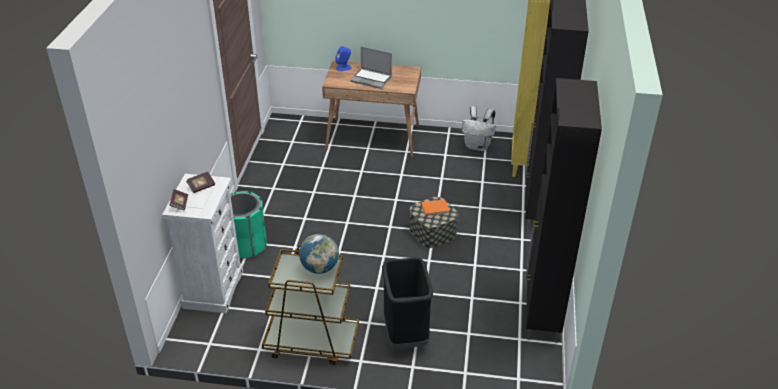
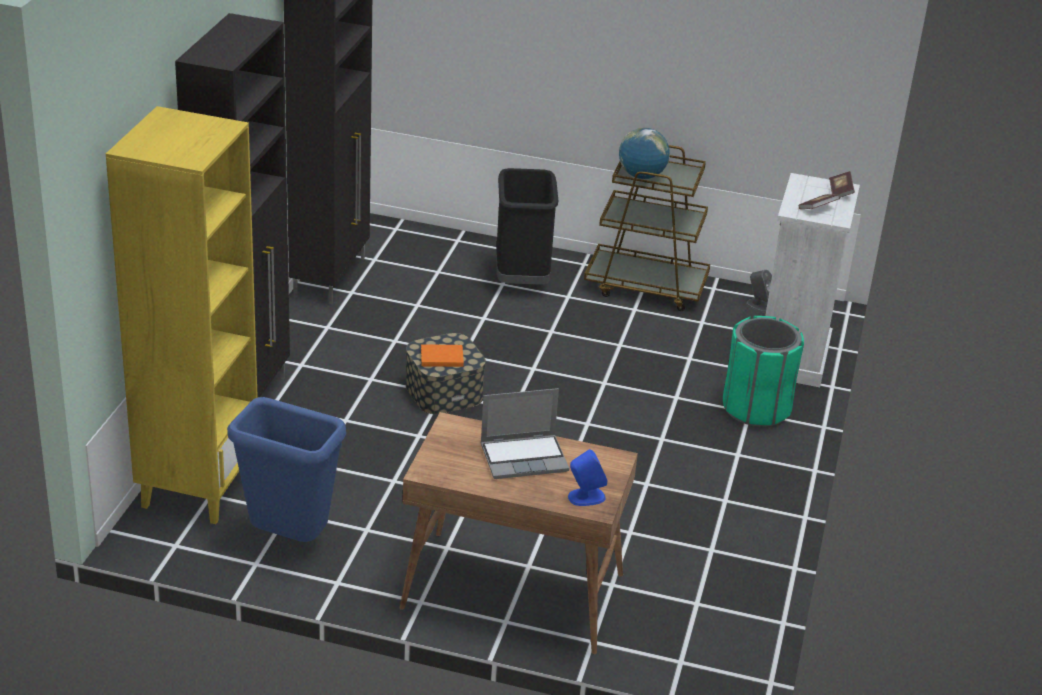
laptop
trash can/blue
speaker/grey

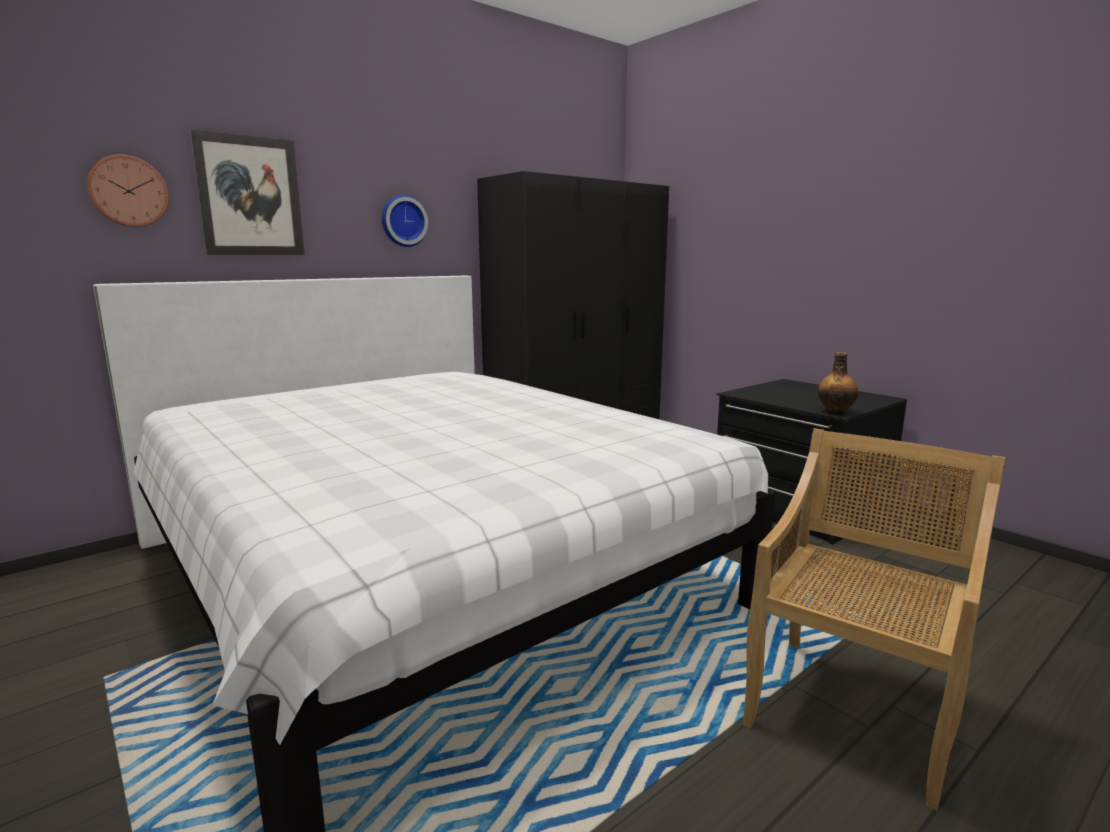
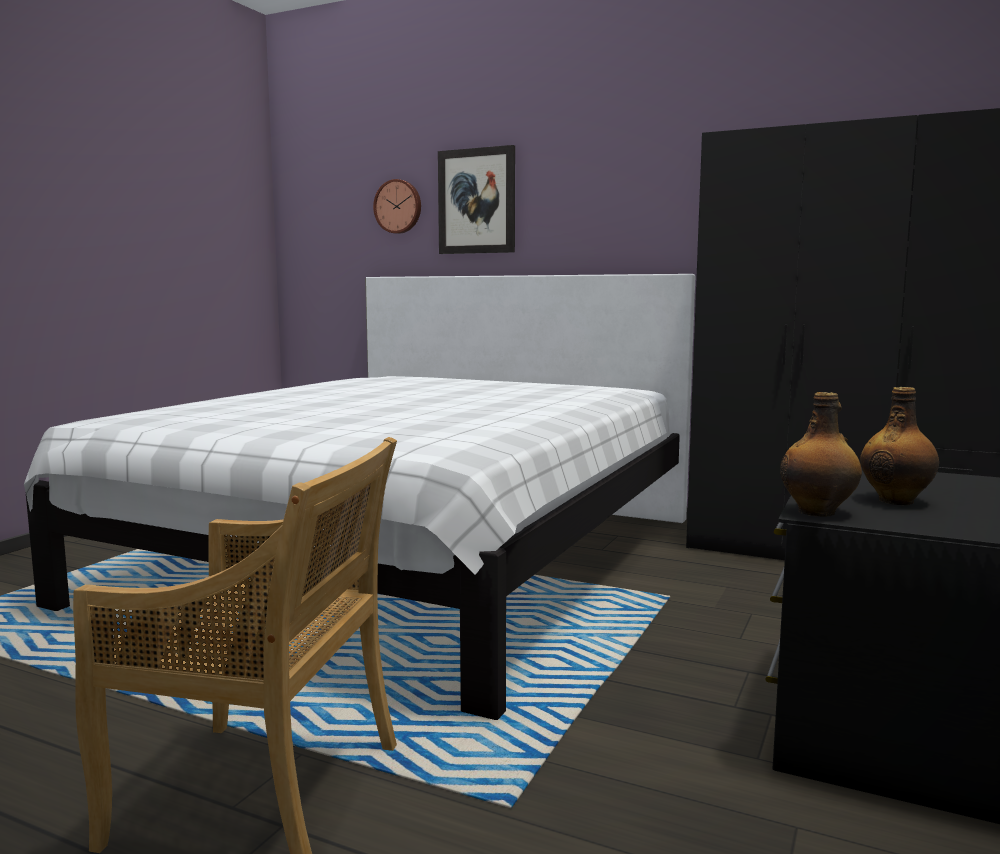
wall clock (no. 2 from left in the first image)
bottle (no. 2 from left)

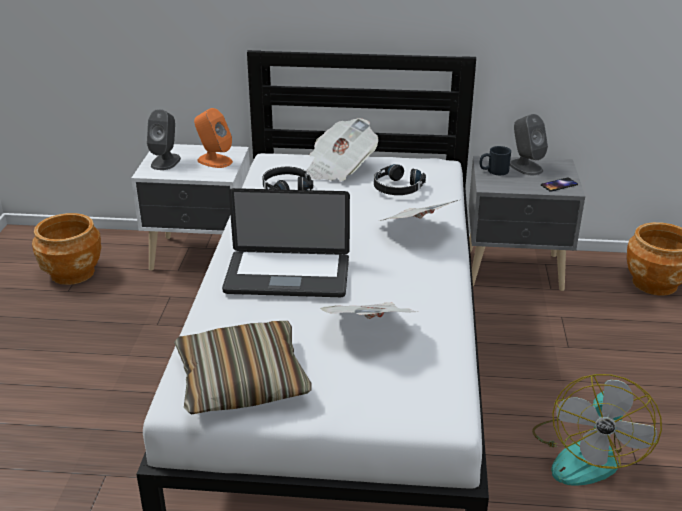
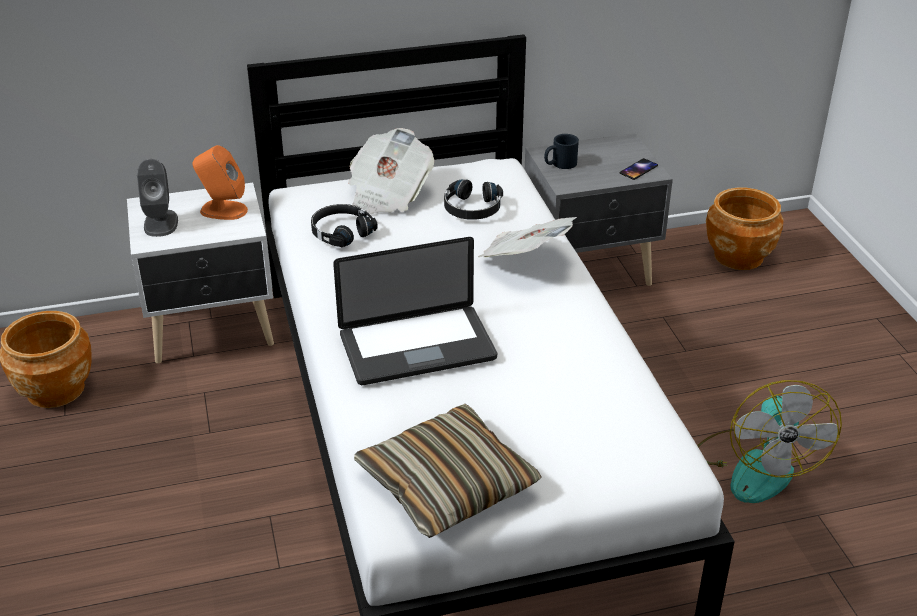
speaker/grey (no. 2 from left in the first image)
newspaper (no. 2 from left in the first image)

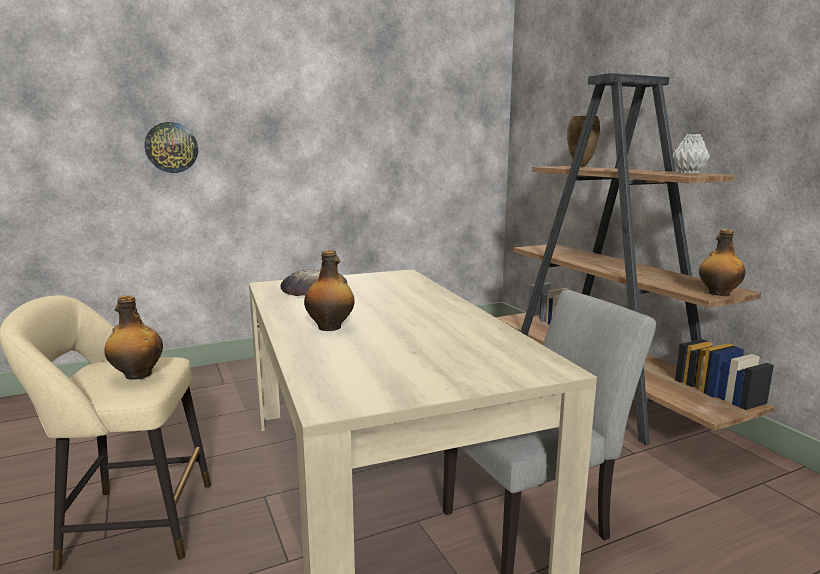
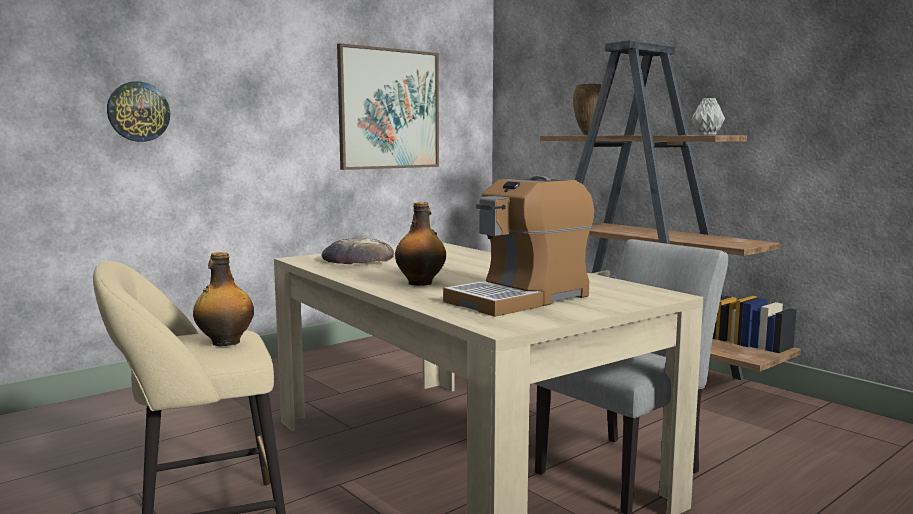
bottle (no. 3 from left in the first image)
picture
coffee machine

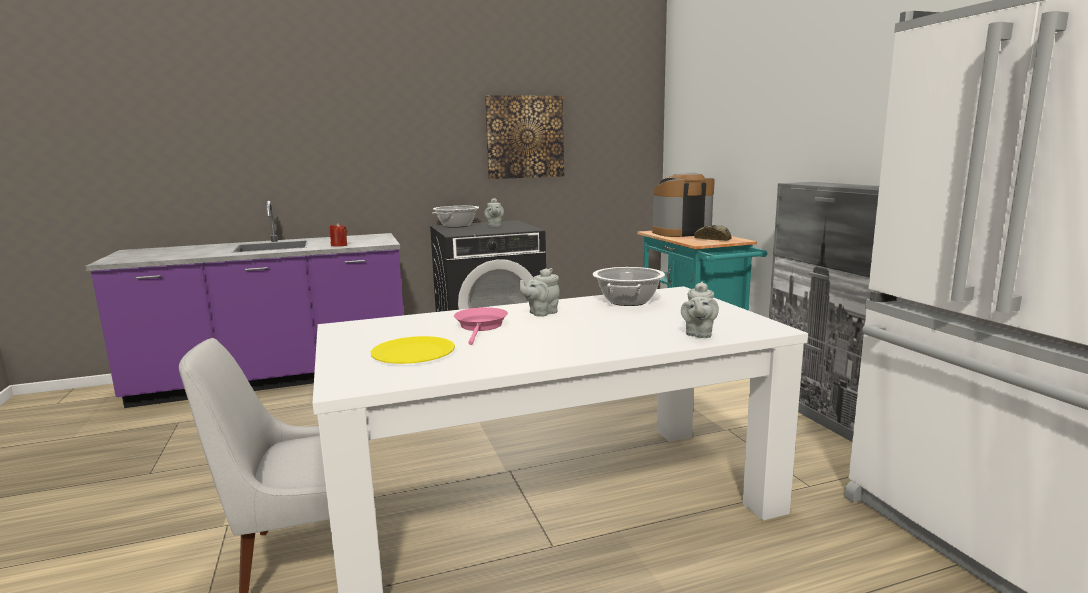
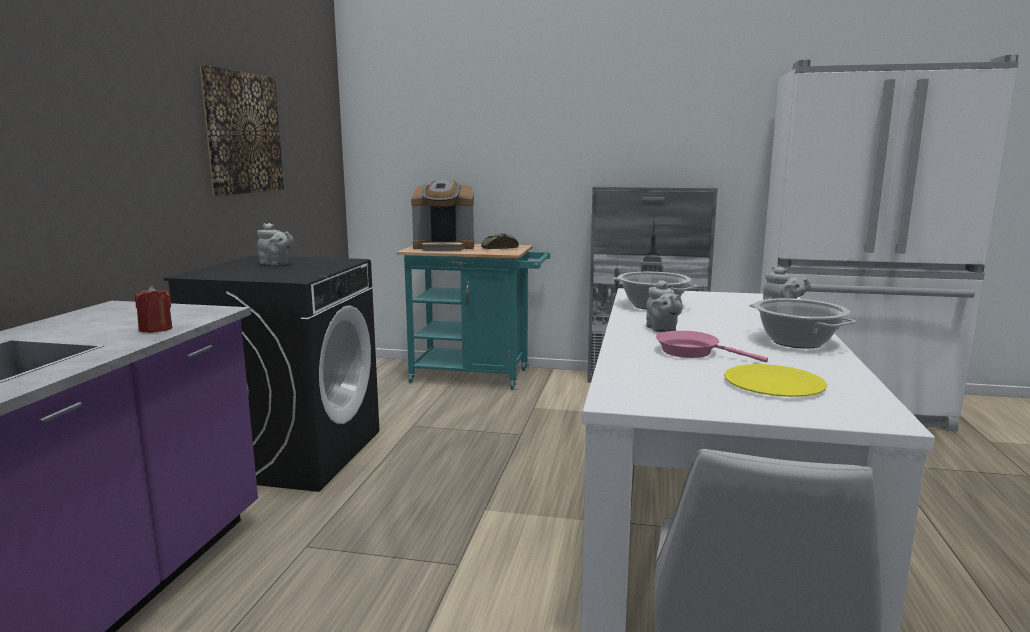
coffee machine
cooking pot (no. 2 from left)

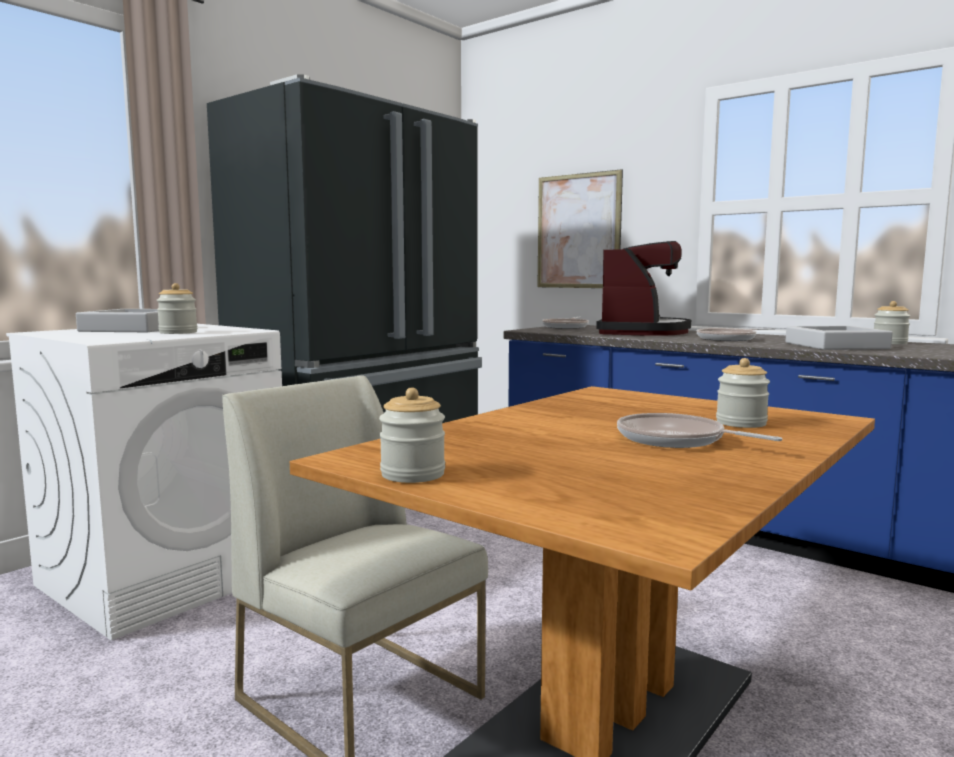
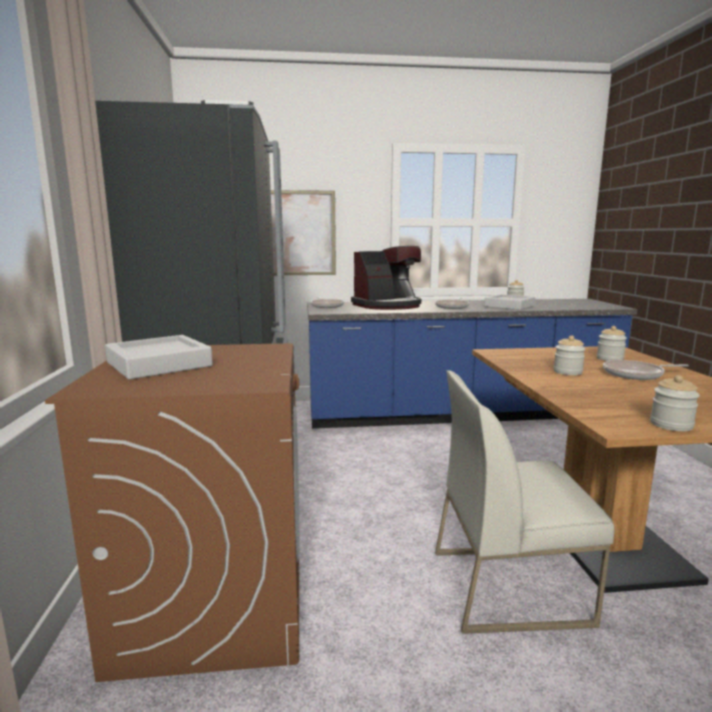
coffee machine
jar (no. 2 from left)
washing machine/brown

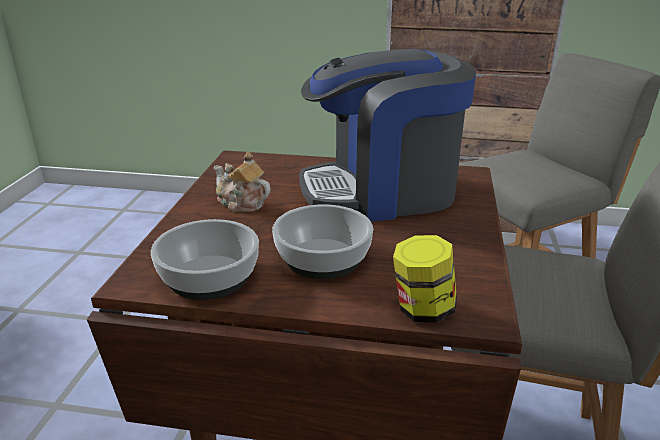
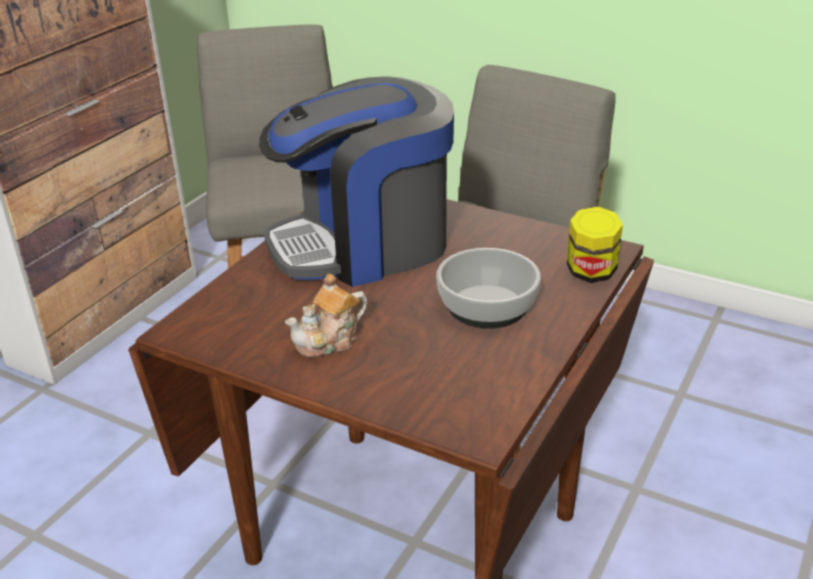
coffee machine
bowl (no. 1 from left in the first image)

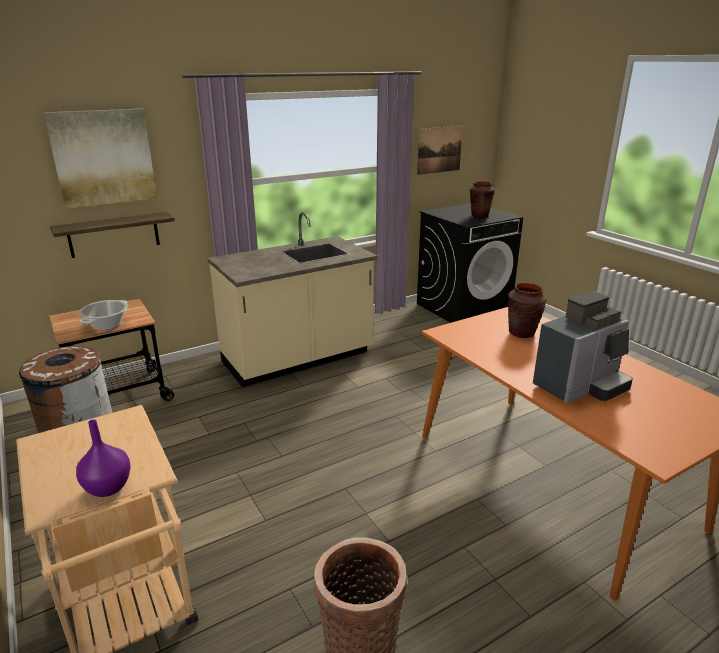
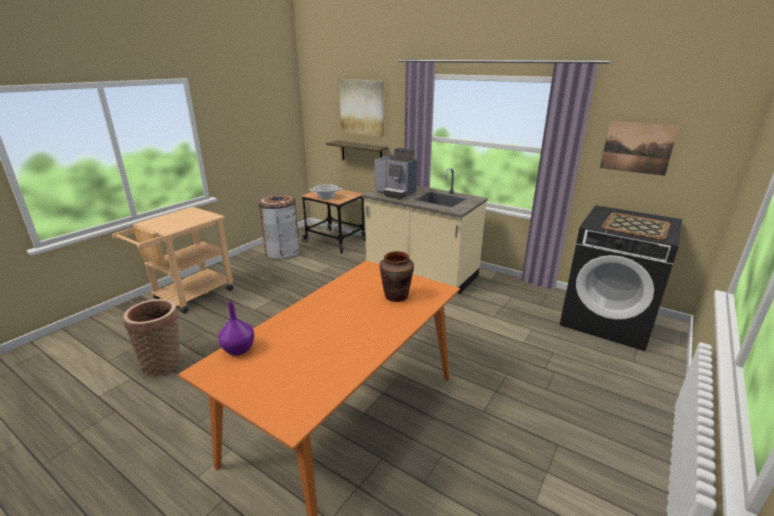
tray
coffee machine
vase/purple

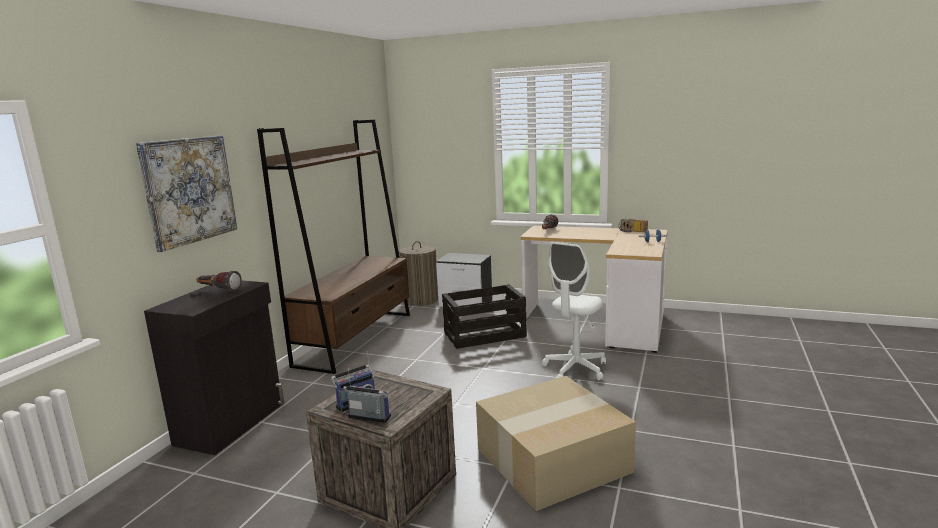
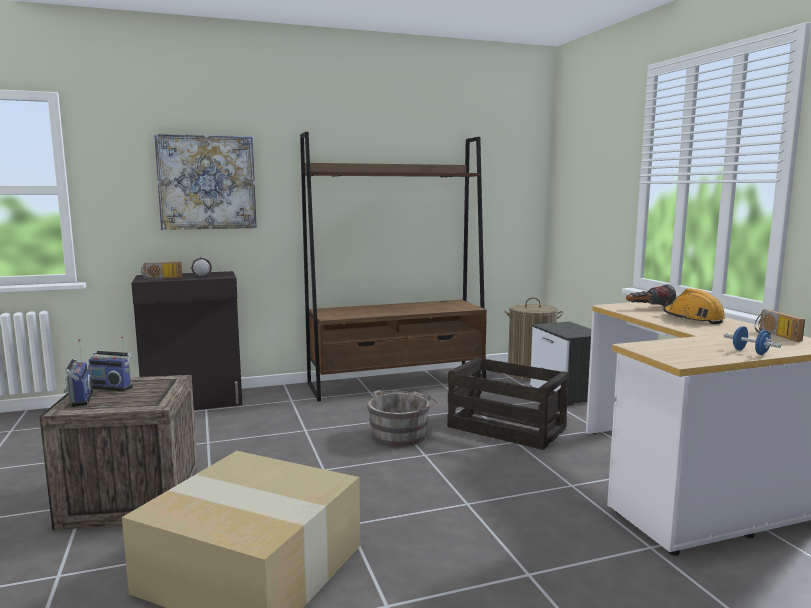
office chair/white
radio (no. 3 from left)
hard hat/orange
bucket/grey

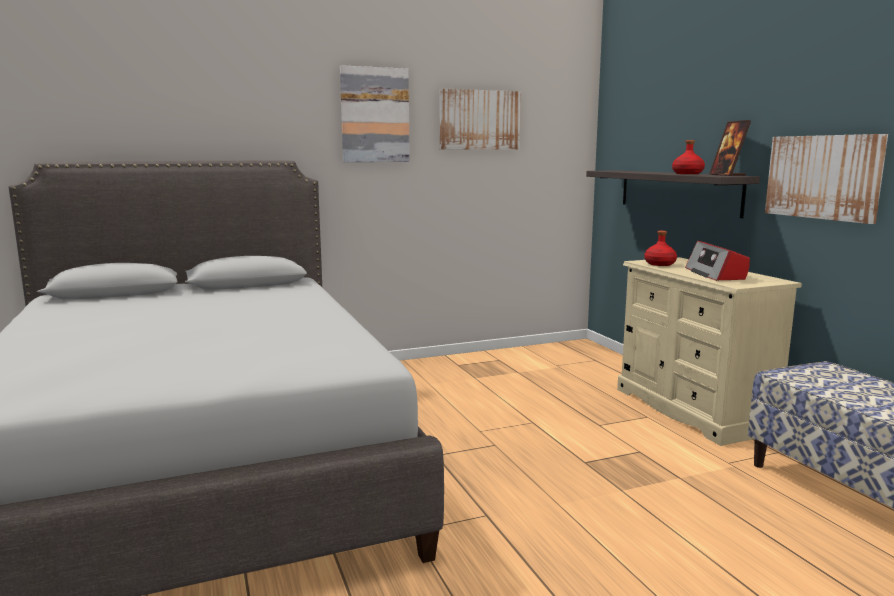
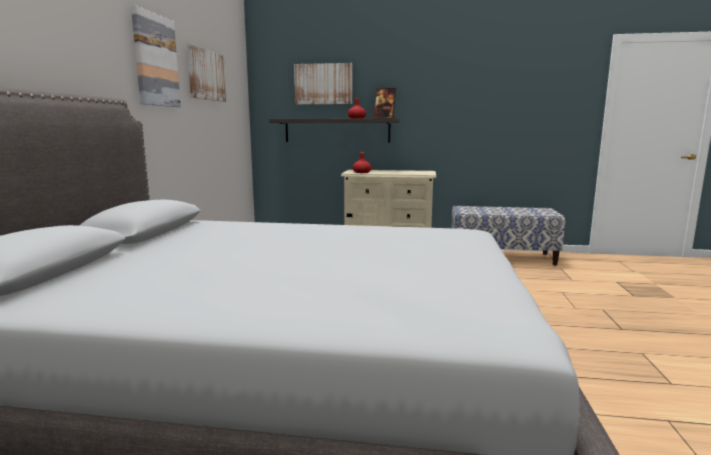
picture (no. 3 from left)
radio

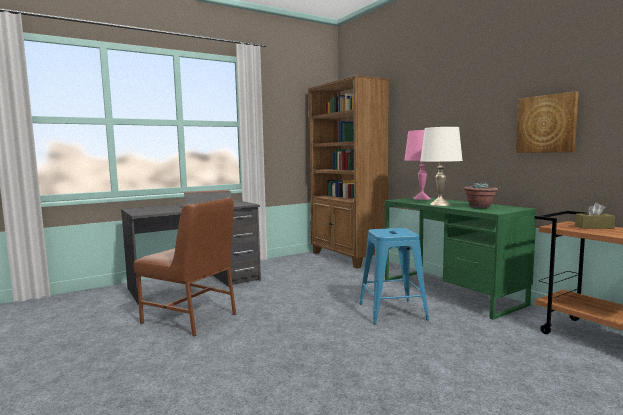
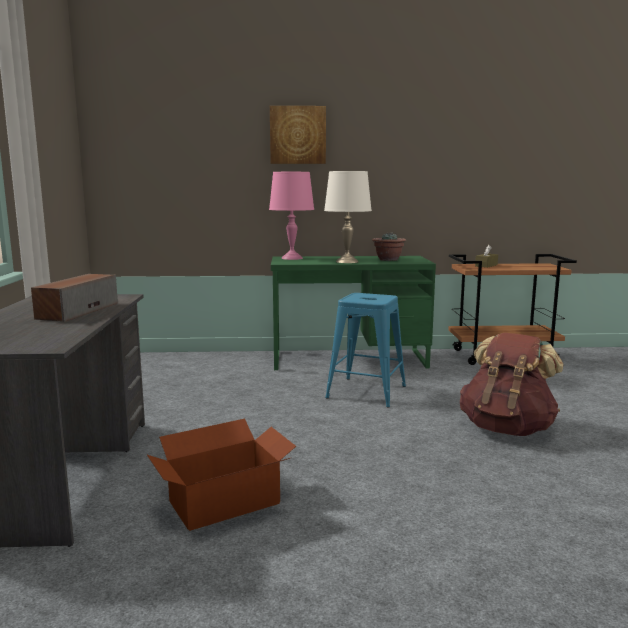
bookcase/brown
picture
cardboard box
backpack/brown

